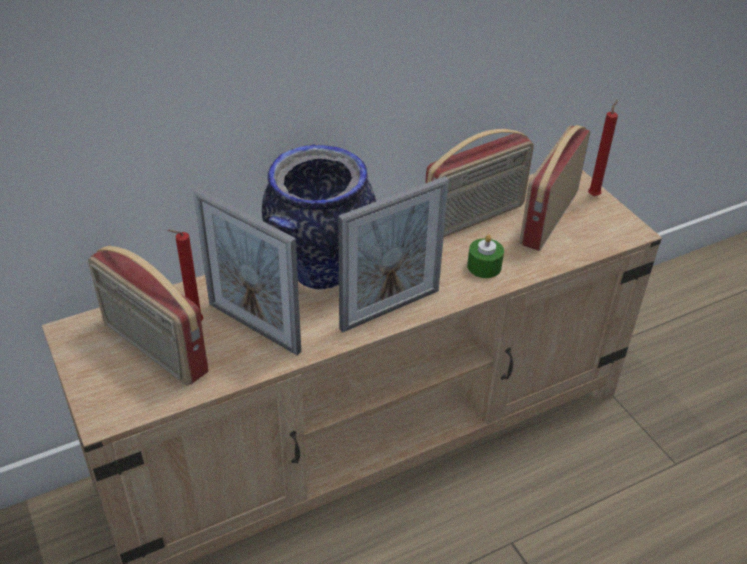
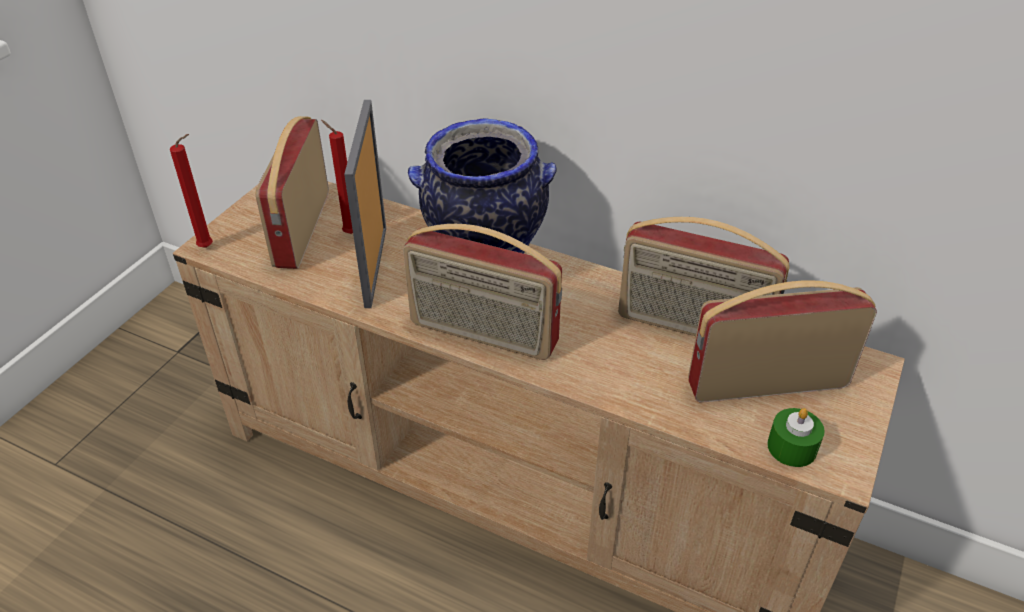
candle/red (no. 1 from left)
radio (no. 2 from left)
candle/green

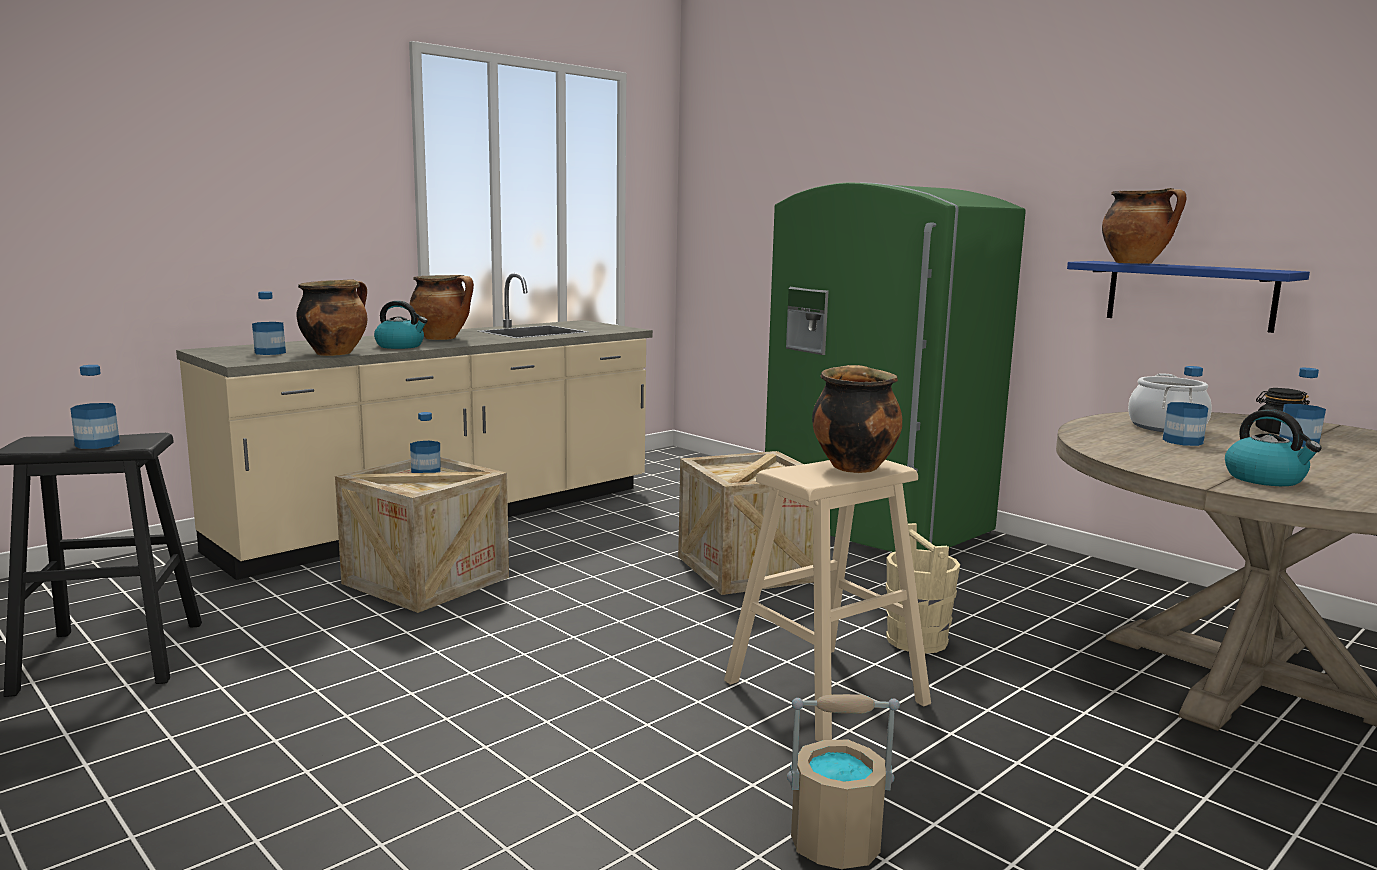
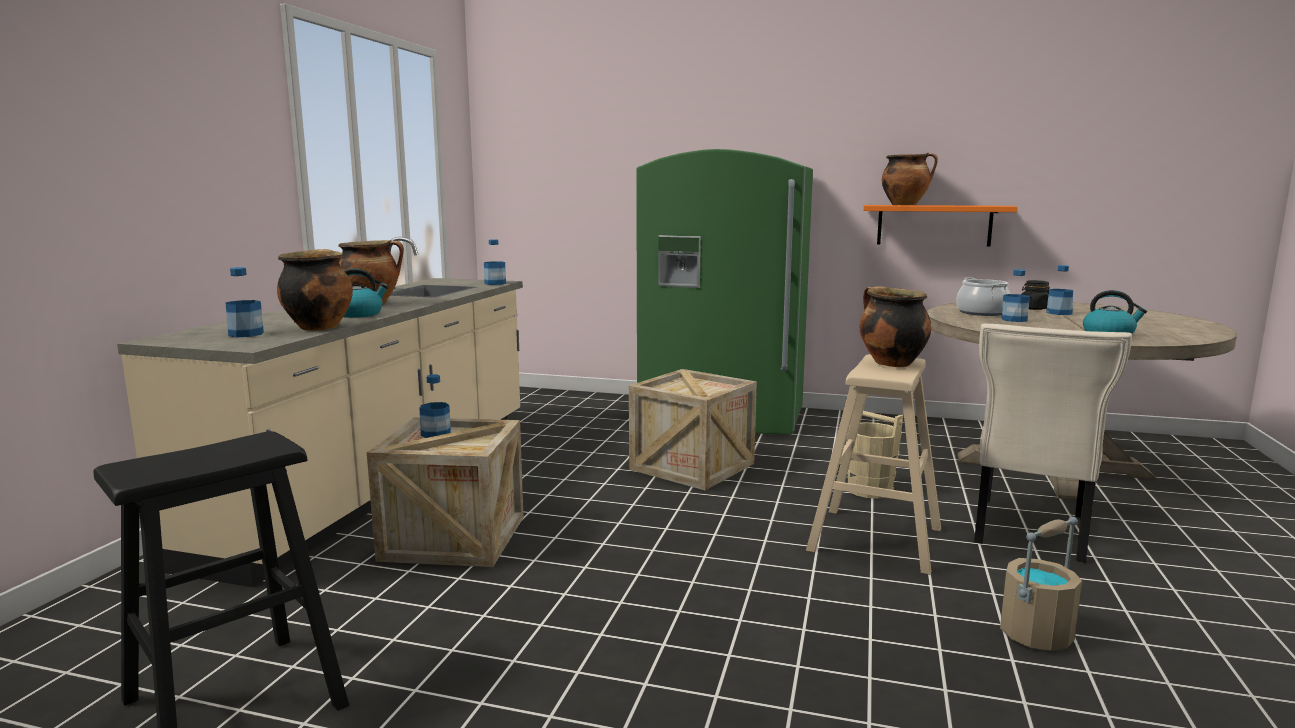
shelf/orange
bottle (no. 3 from left)
chair/beige

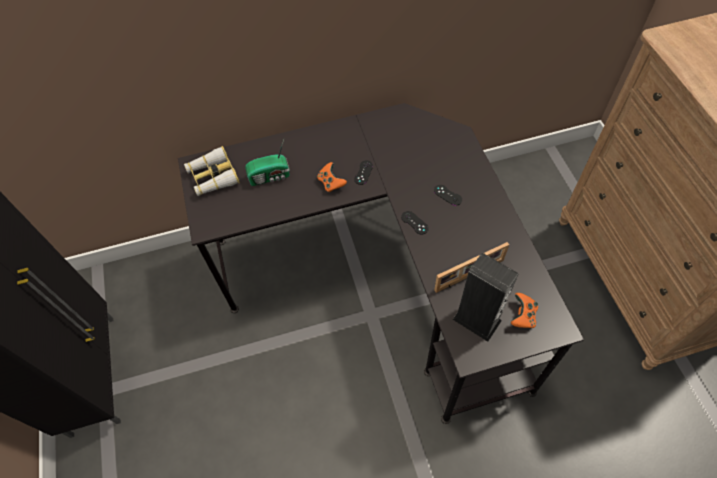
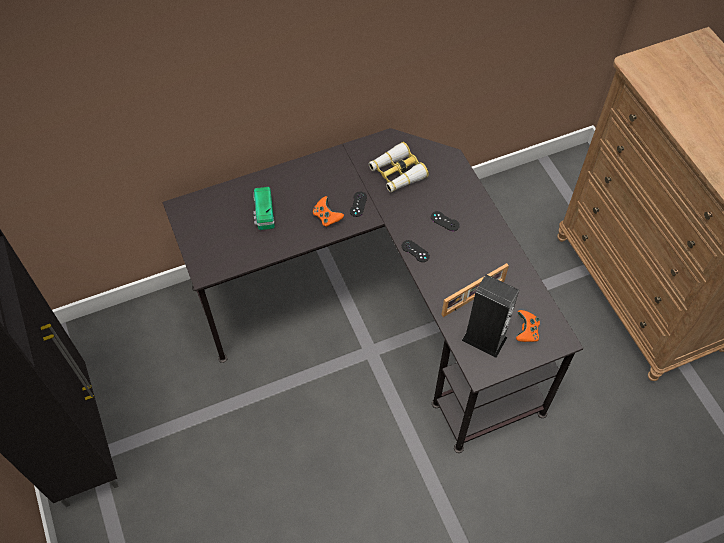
radio
binoculars

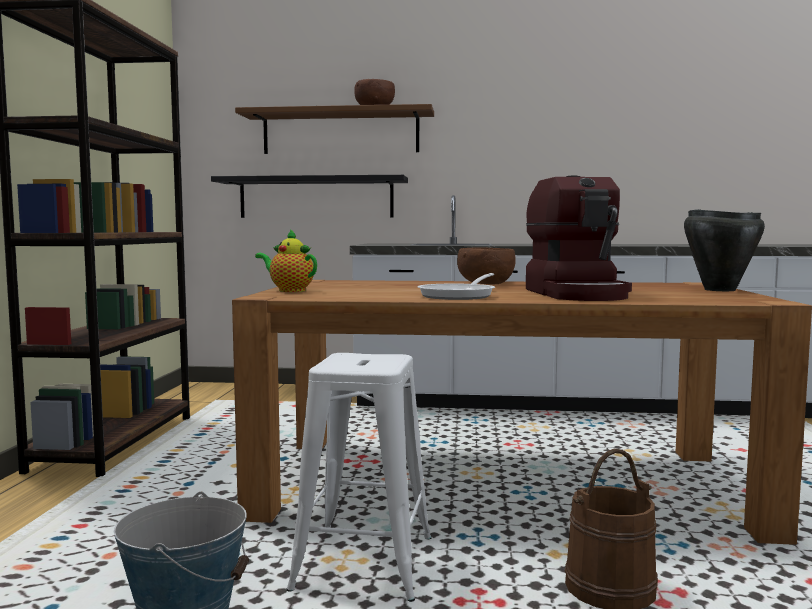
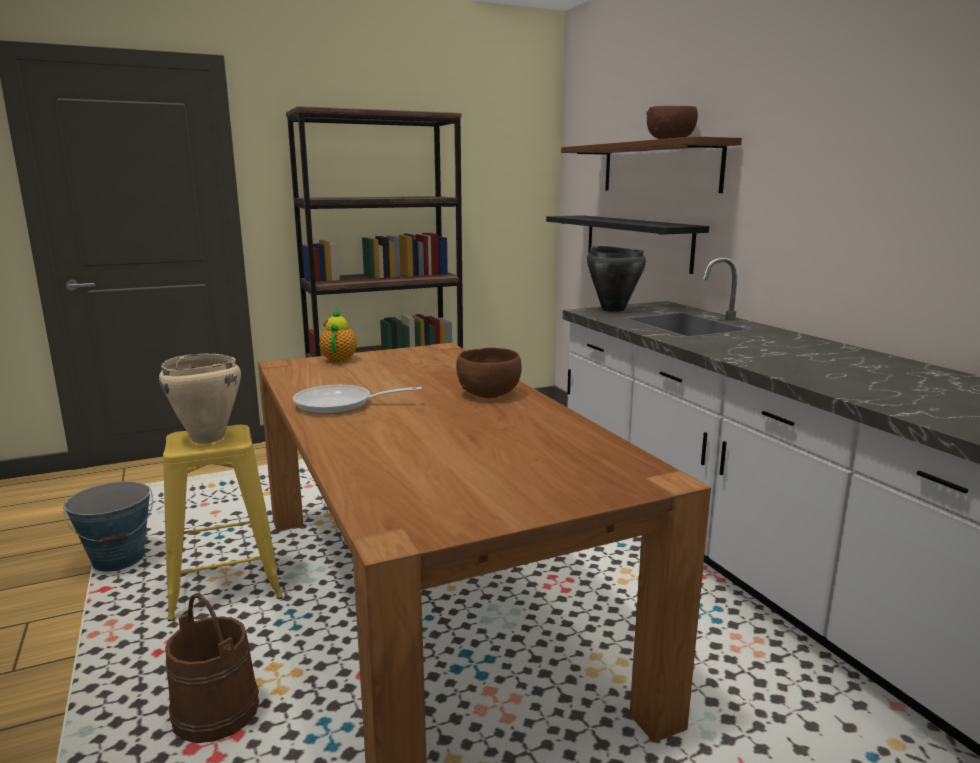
coffee machine
cooking pot/black
stool/yellow
cooking pot/beige

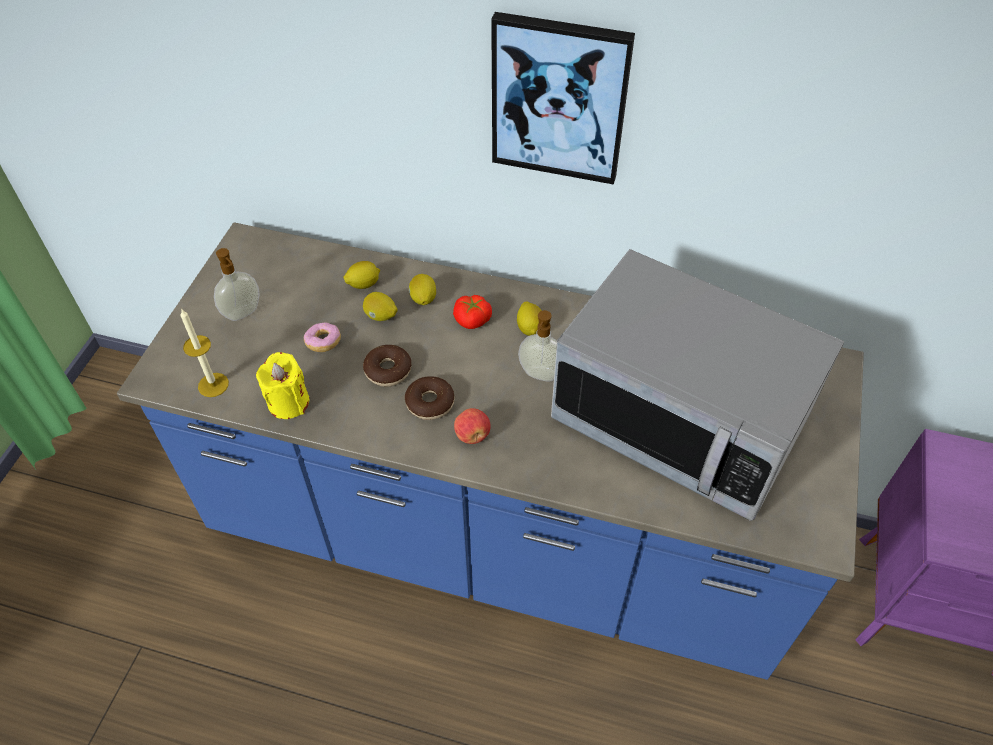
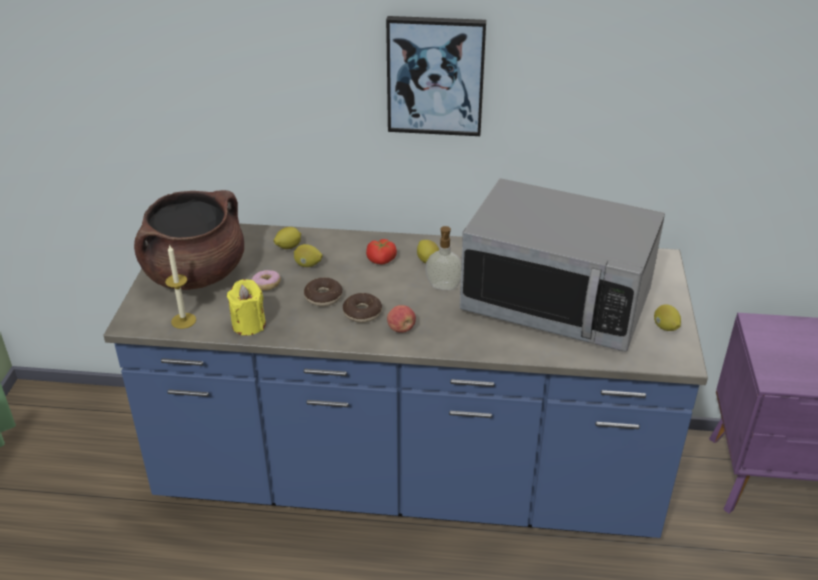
cooking pot/brown
lemon (no. 4 from left)

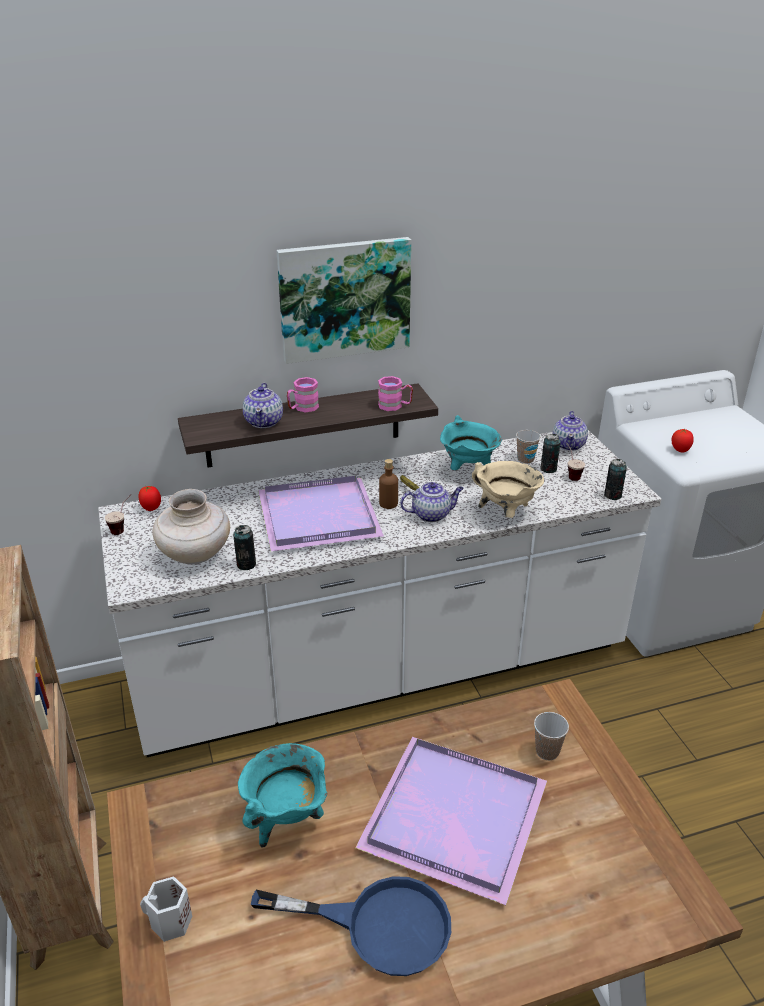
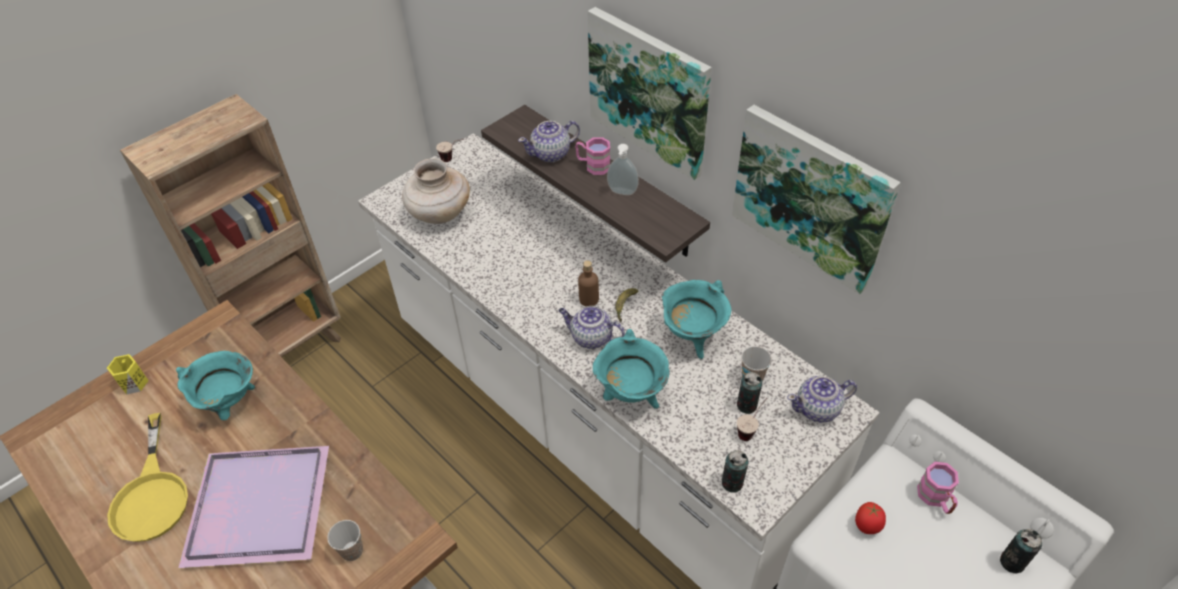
mug/pink (no. 2 from left)
cooking pot/turquoise (no. 2 from left)
tray/purple (no. 1 from left in the first image)
teapot (no. 2 from left)
tomato (no. 1 from left in the first image)
can (no. 3 from left)
mug/yellow
frying pan/yellow
picture (no. 2 from left)
soap dispenser

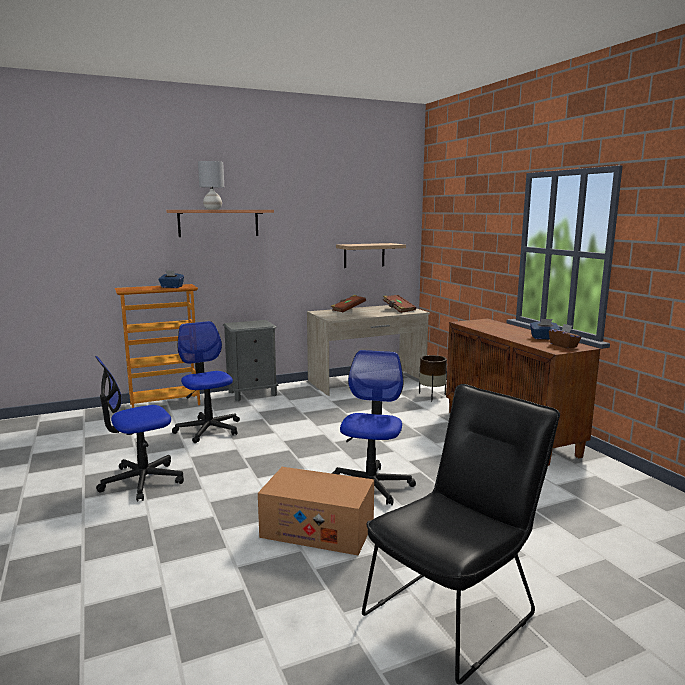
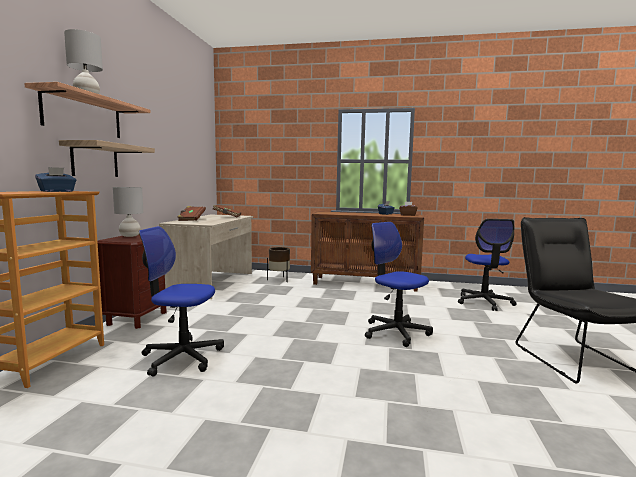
shelf (no. 2 from left)
nightstand/brown
office chair (no. 3 from left)
cardboard box
table lamp/grey (no. 2 from left)

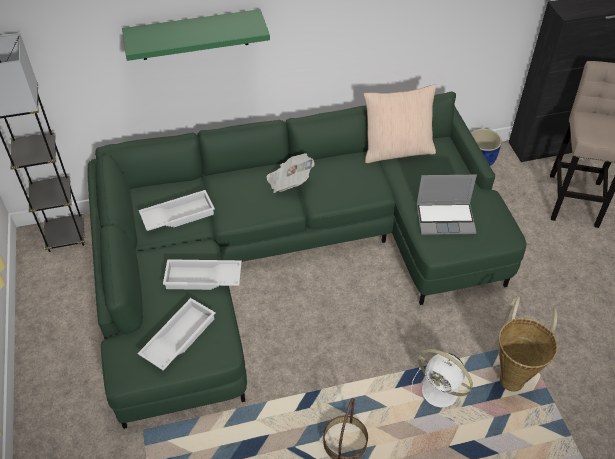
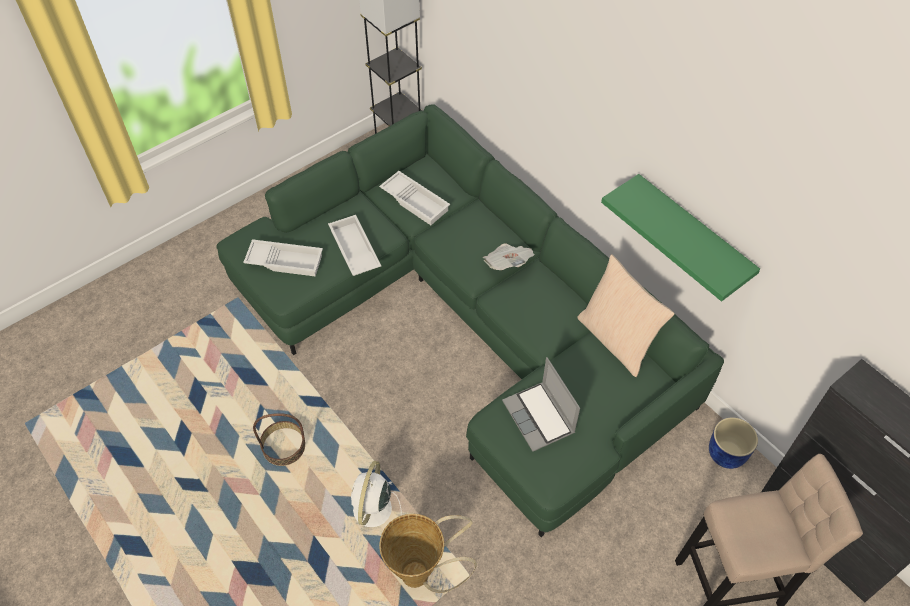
shelf/green

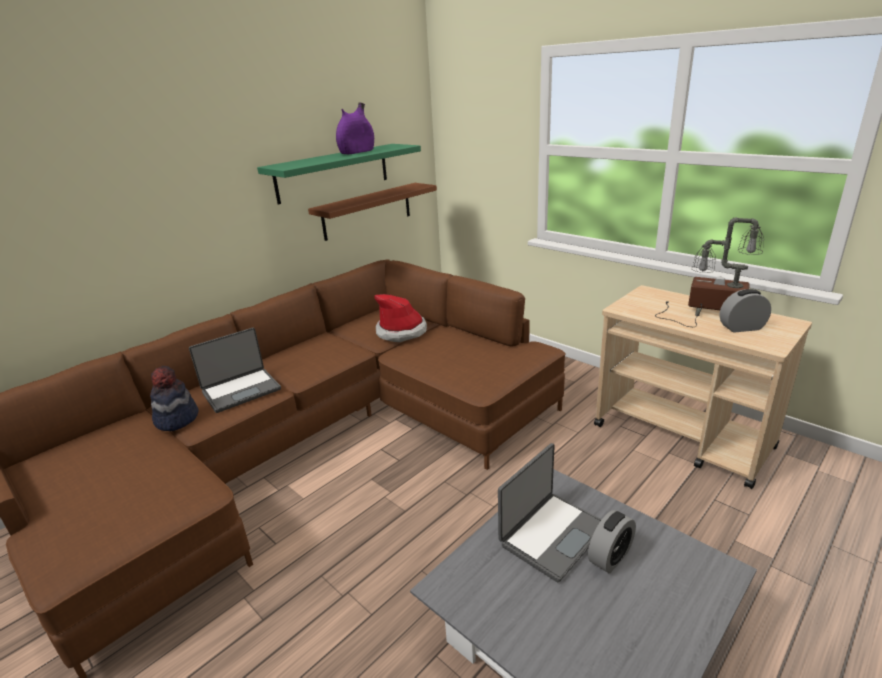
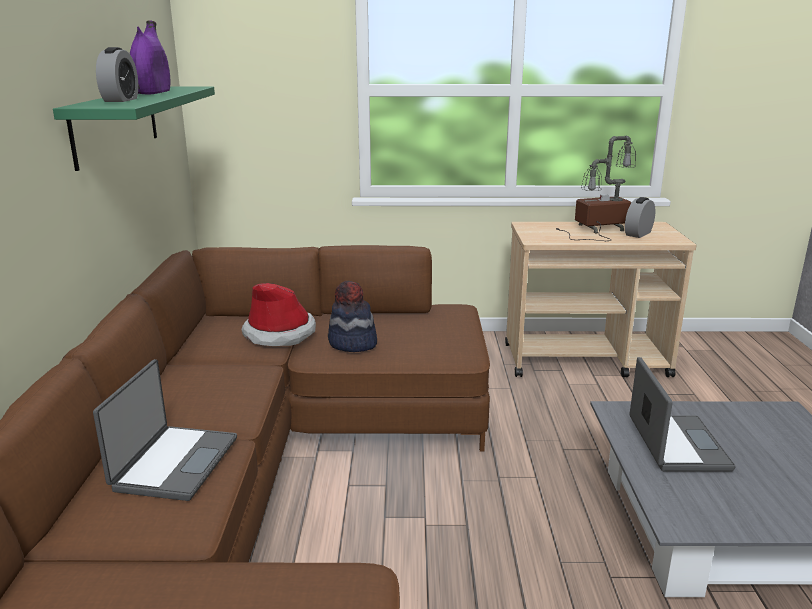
shelf/brown
hat (no. 2 from left)
alarm clock (no. 1 from left)

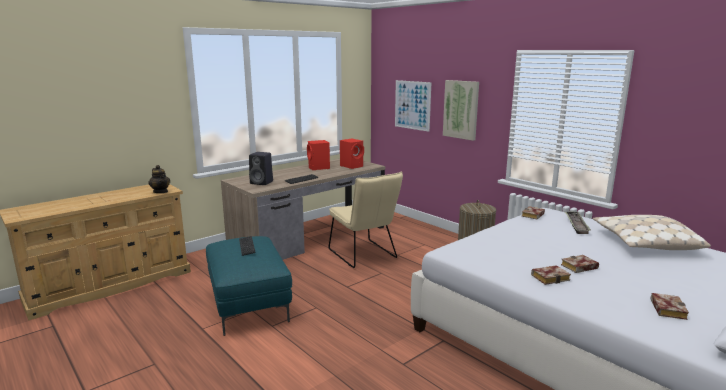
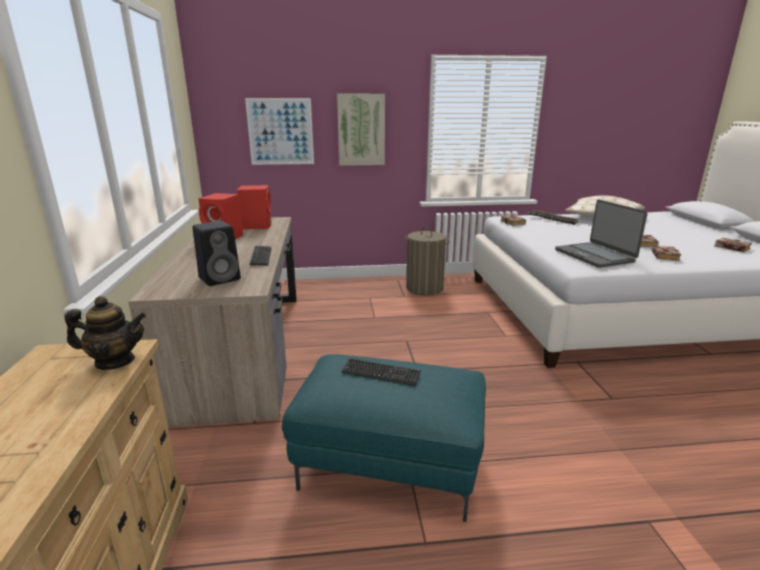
chair/beige
laptop

